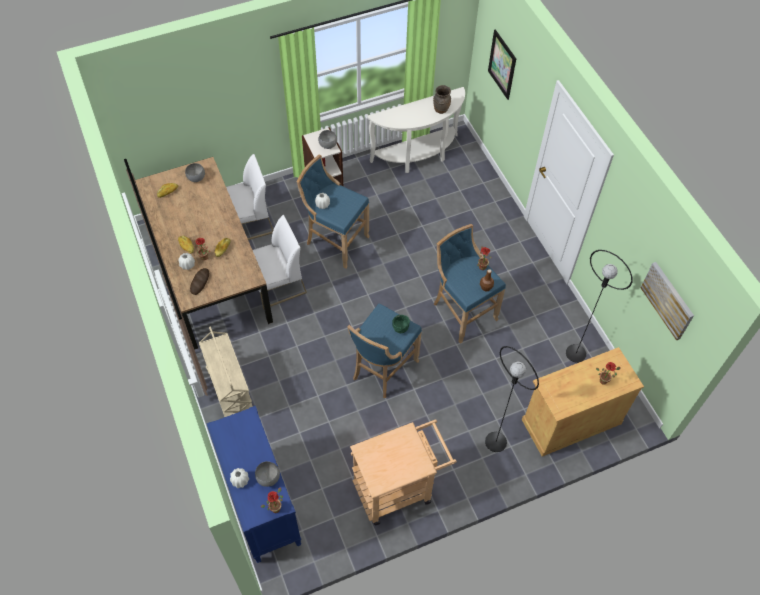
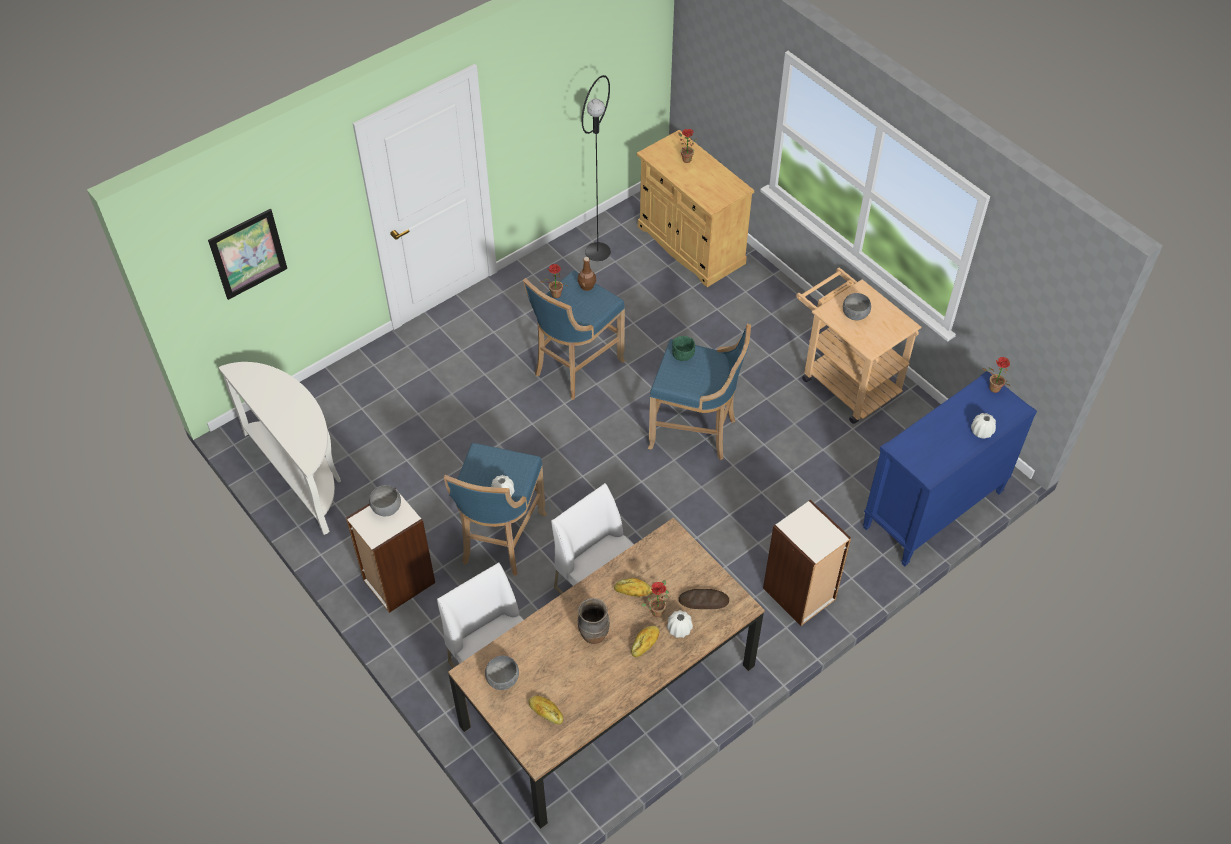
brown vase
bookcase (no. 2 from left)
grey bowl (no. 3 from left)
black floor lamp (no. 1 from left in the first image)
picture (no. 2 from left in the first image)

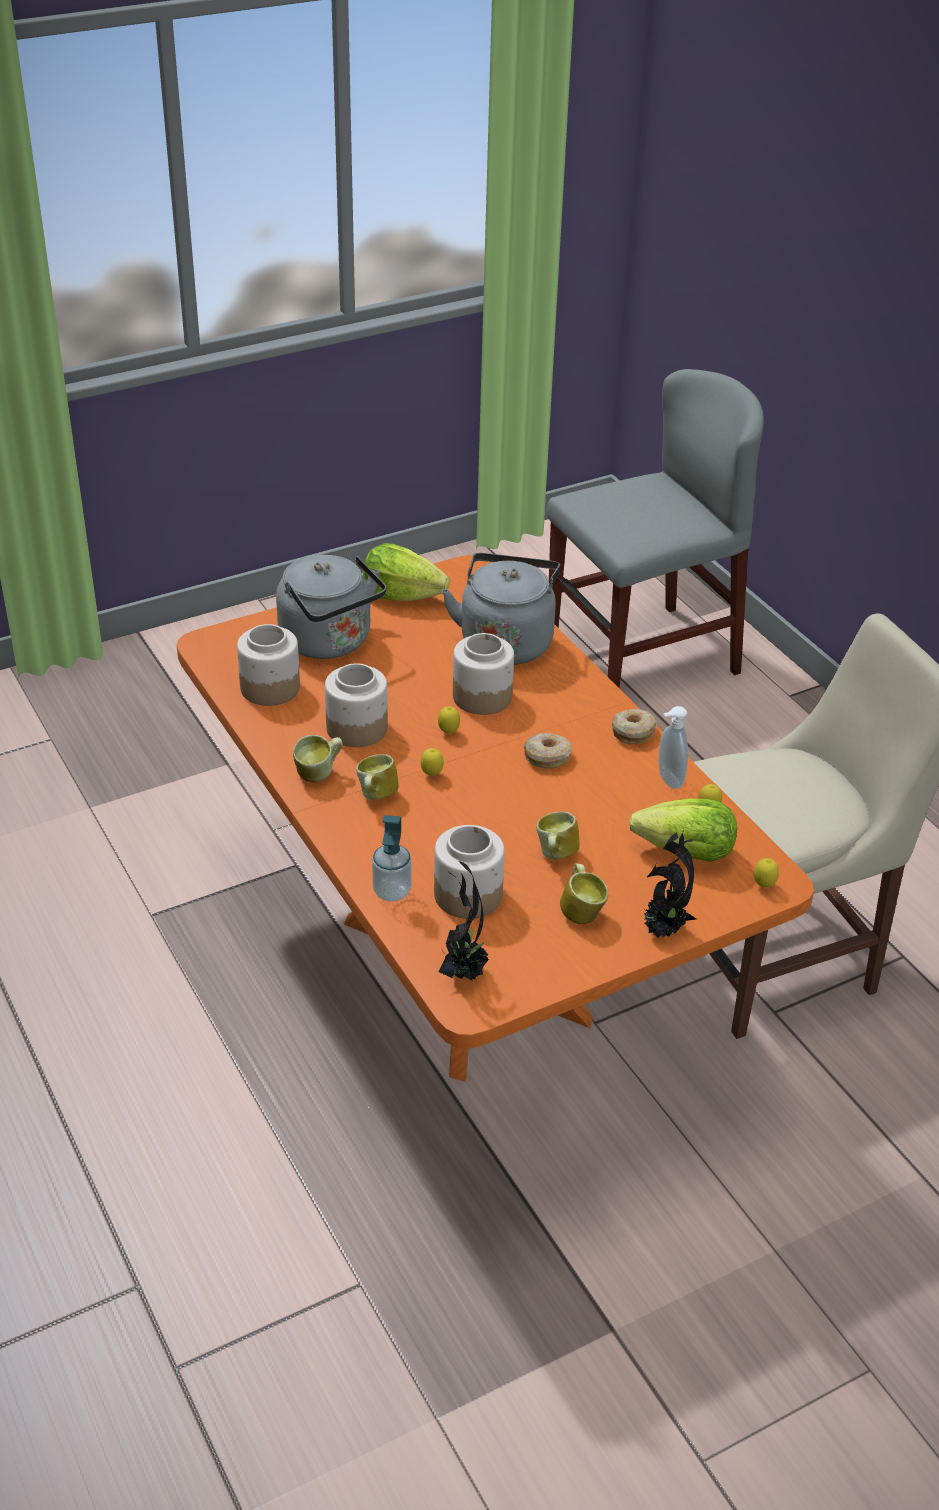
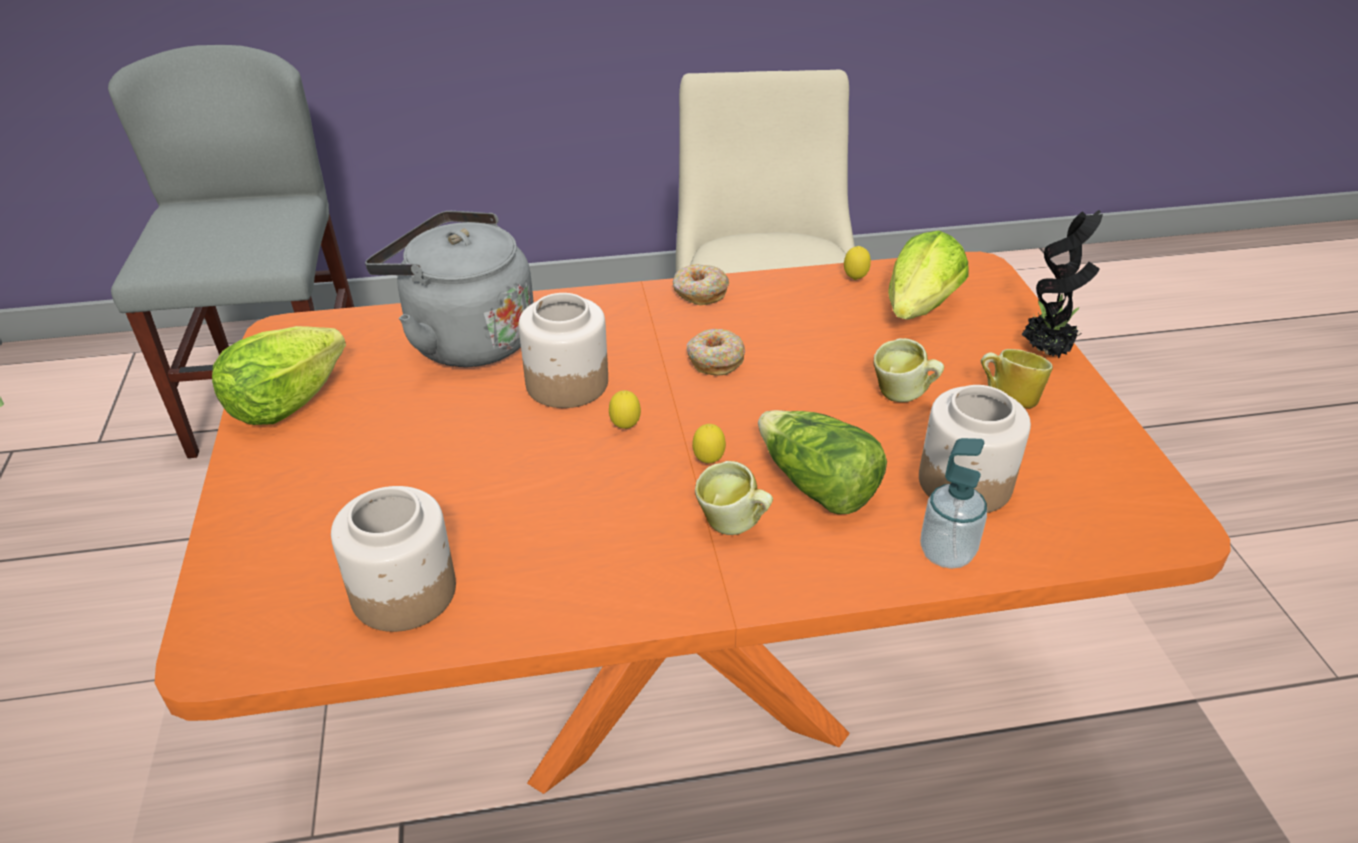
lettuce (no. 2 from left)
grey kettle (no. 1 from left in the first image)
mug (no. 1 from left in the first image)
jar (no. 2 from left in the first image)
potted plant (no. 1 from left in the first image)
soap dispenser (no. 2 from left in the first image)
lemon (no. 4 from left in the first image)

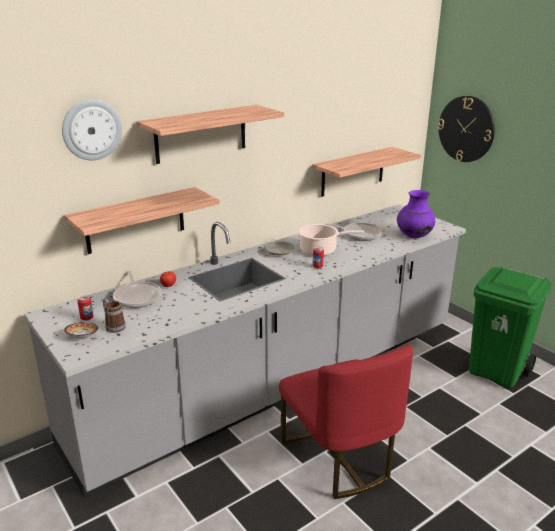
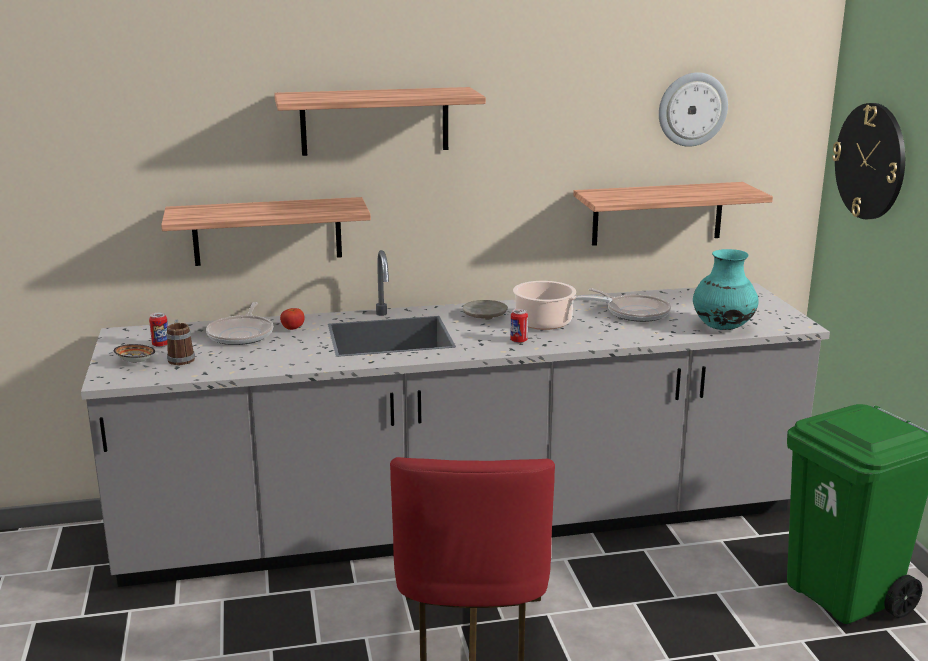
wall clock (no. 1 from left)
turquoise vase

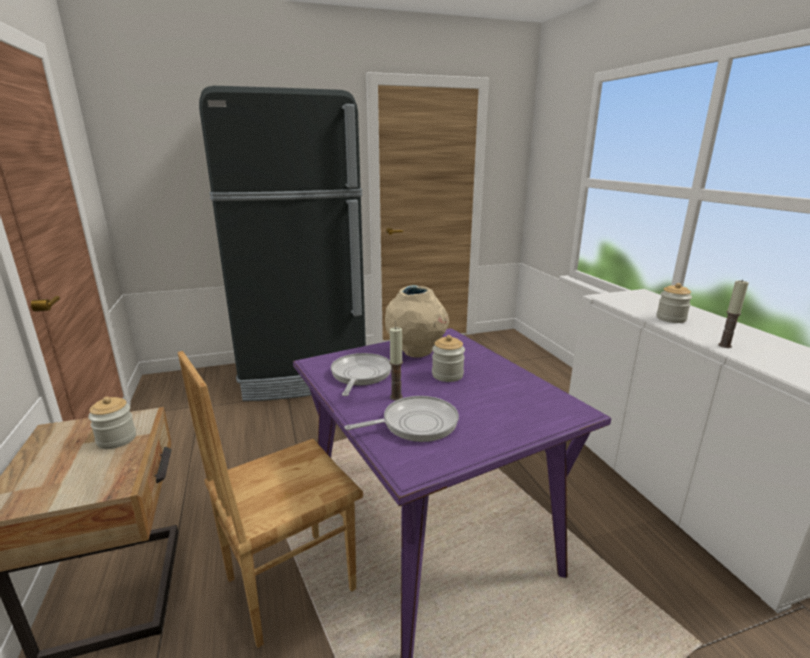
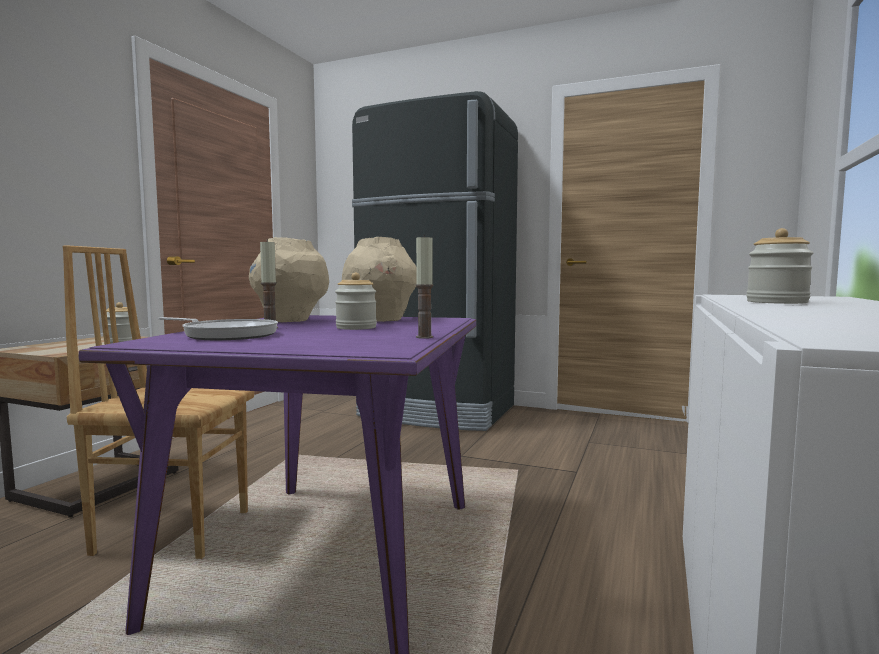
beige vase (no. 1 from left)
candle (no. 2 from left)

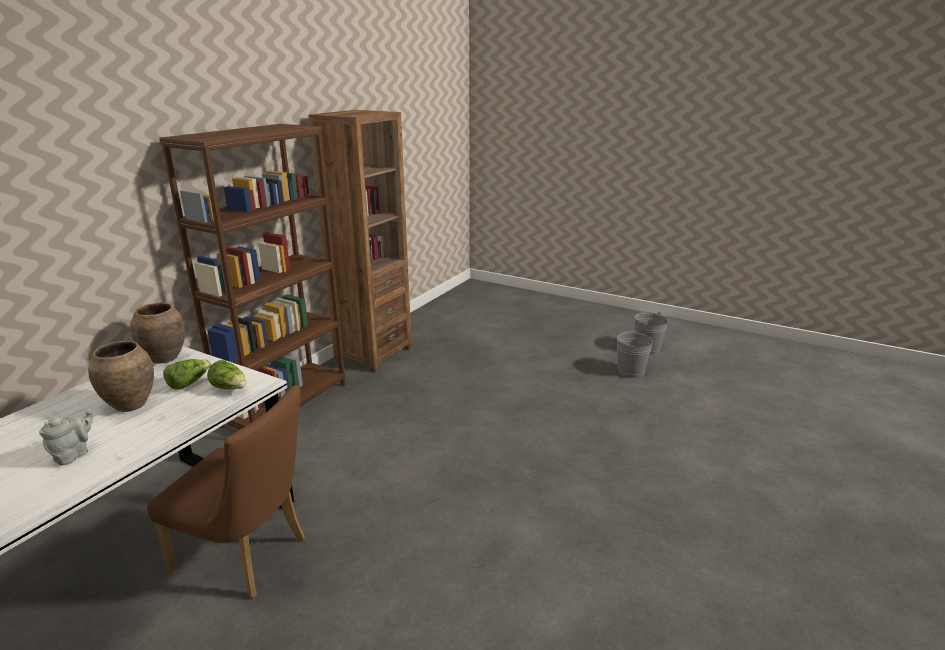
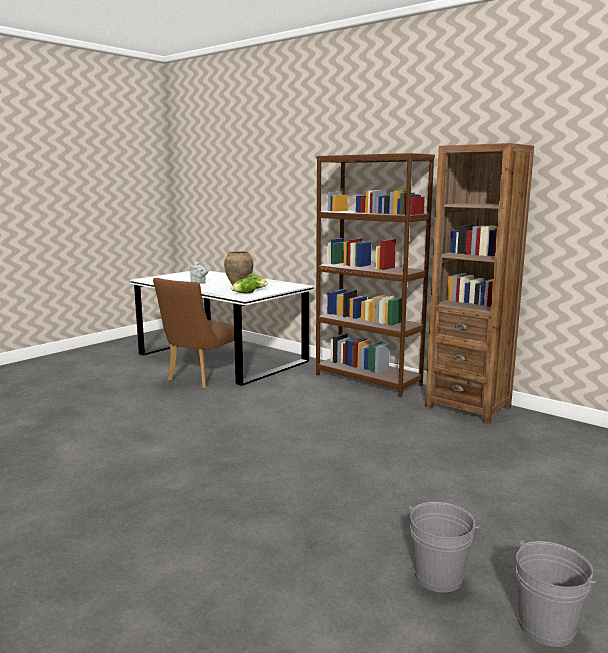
brown vase (no. 2 from left in the first image)

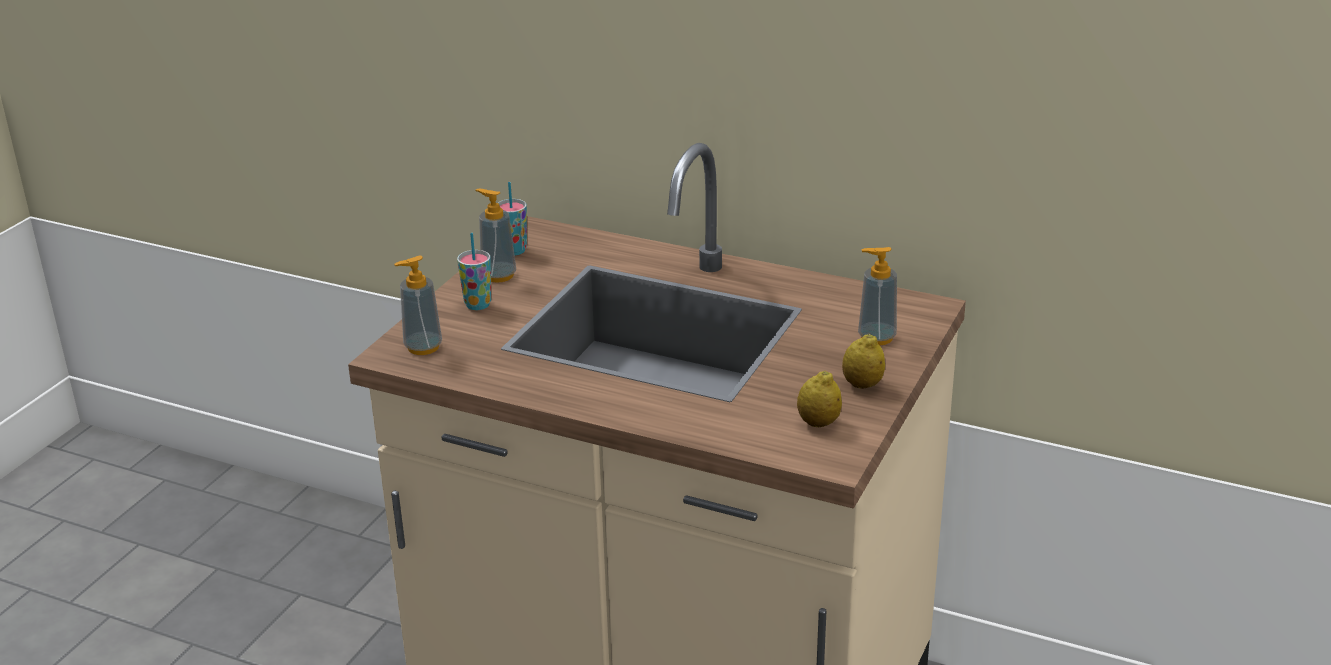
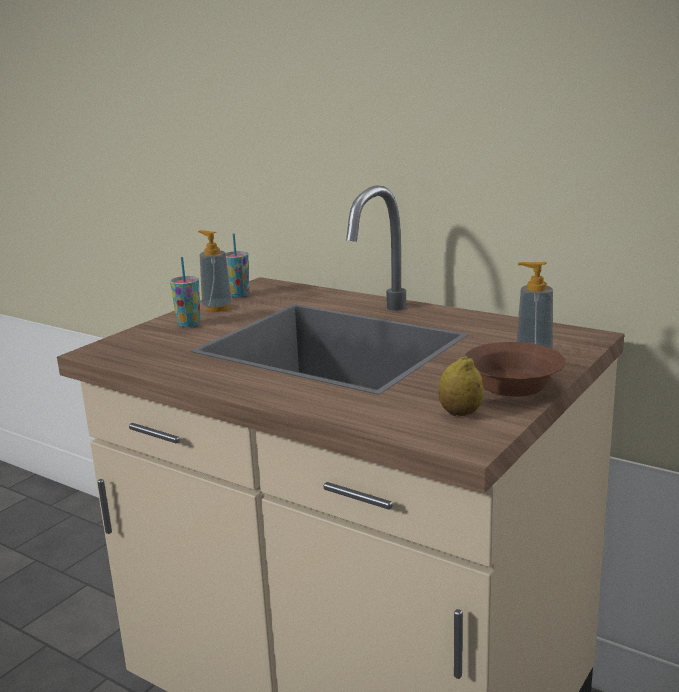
brown bowl
soap dispenser (no. 1 from left in the first image)

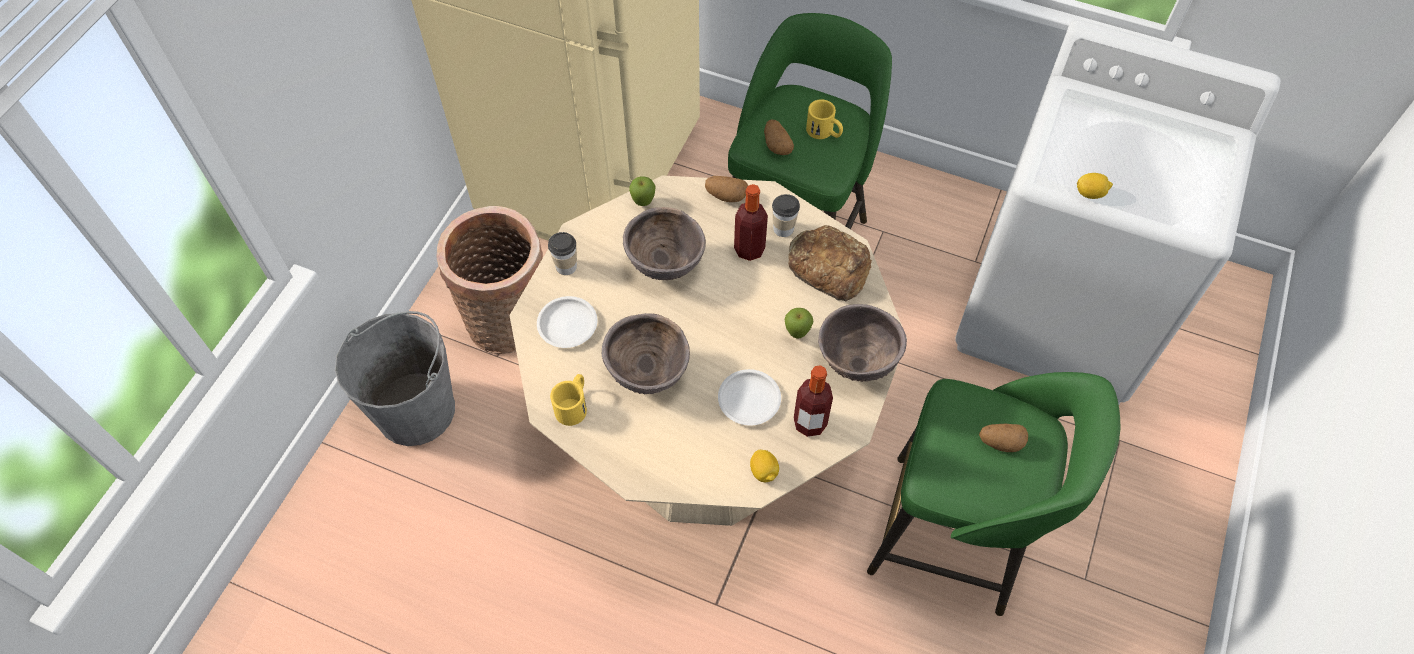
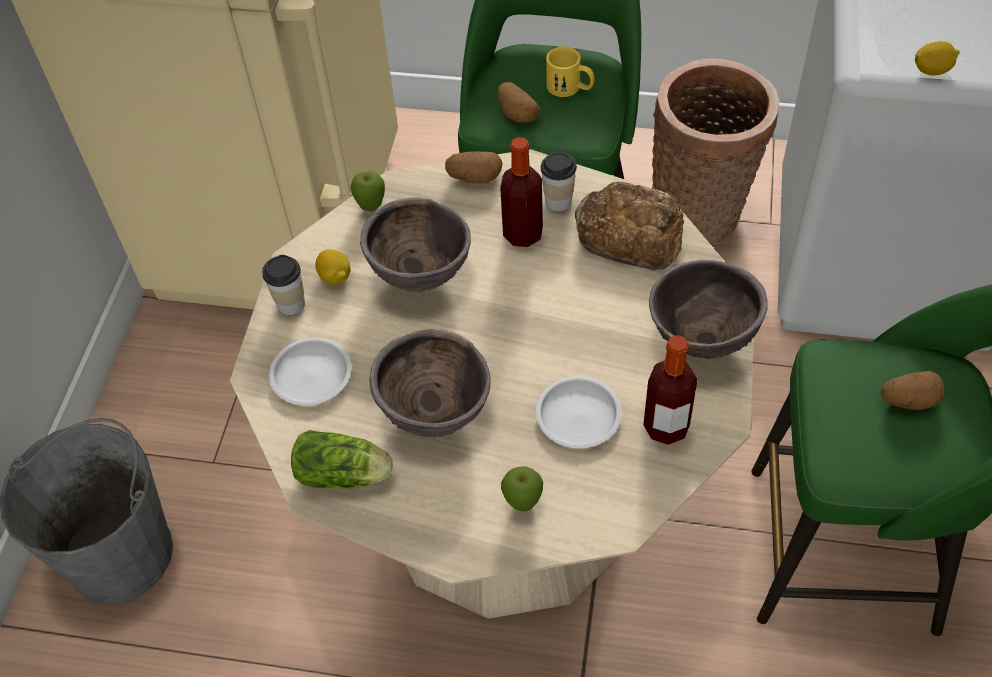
lettuce
lemon (no. 1 from left)
apple (no. 2 from left)
basket

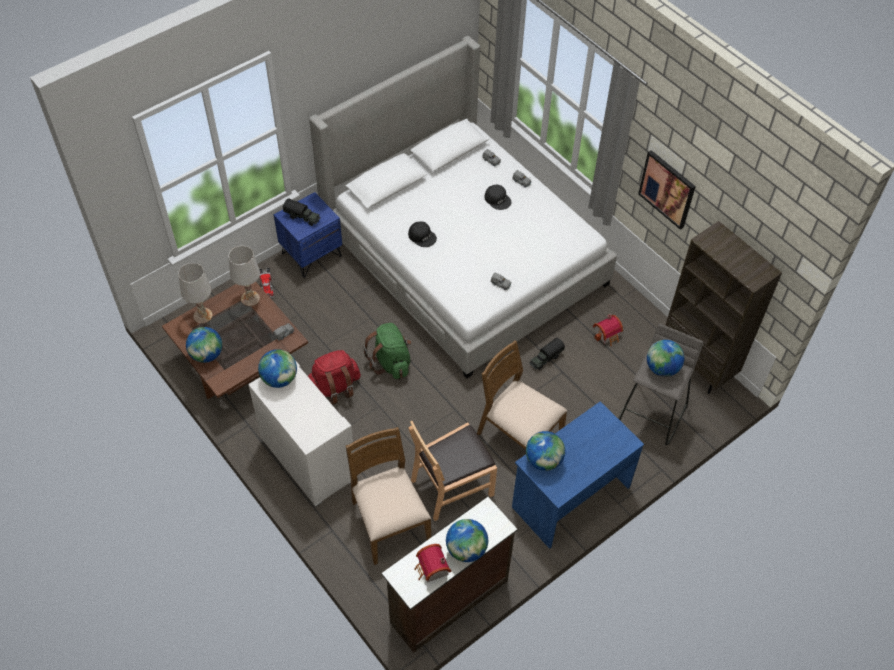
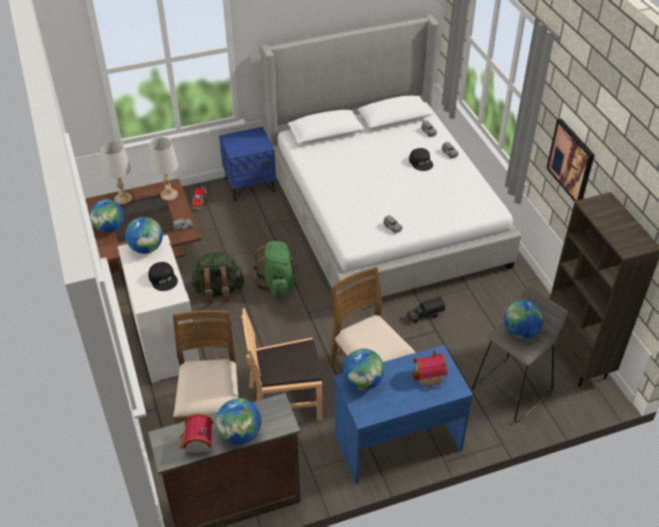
black cap (no. 1 from left)
green backpack (no. 1 from left)
toy house (no. 2 from left)
toy truck (no. 2 from left in the first image)

